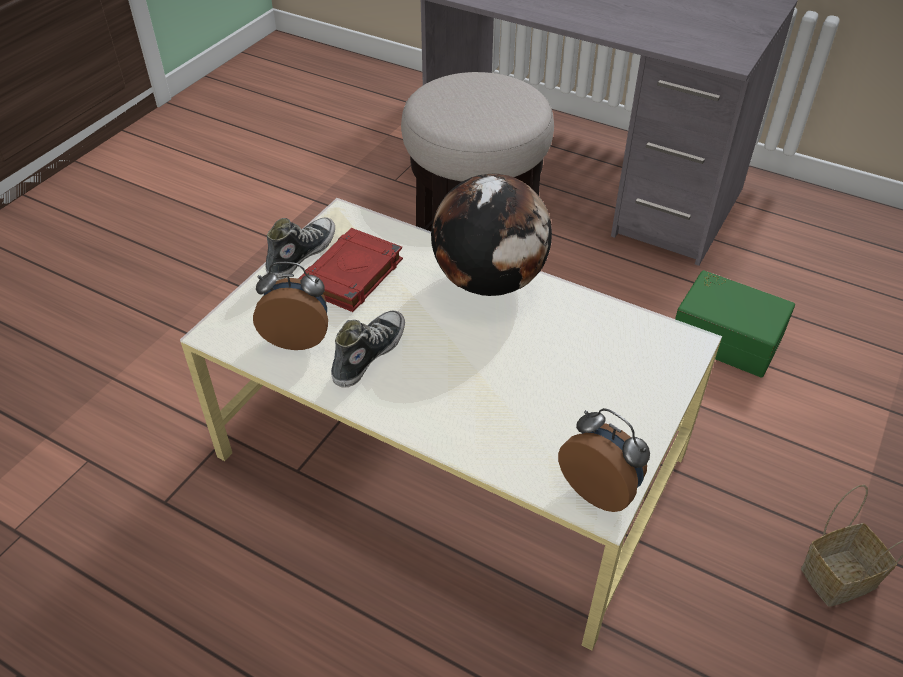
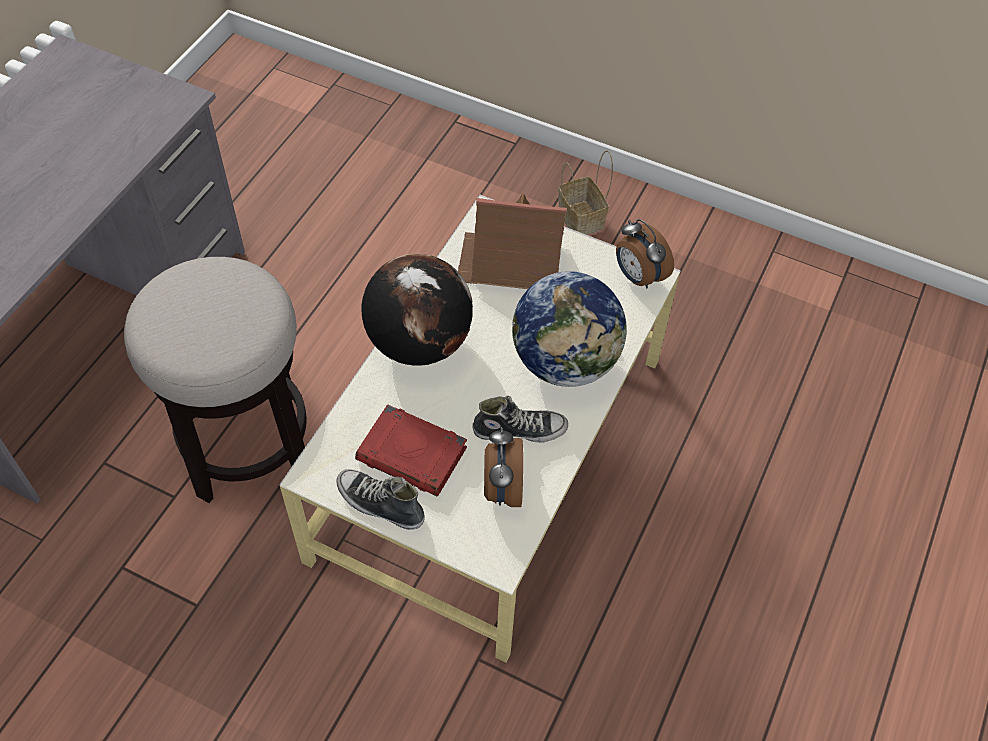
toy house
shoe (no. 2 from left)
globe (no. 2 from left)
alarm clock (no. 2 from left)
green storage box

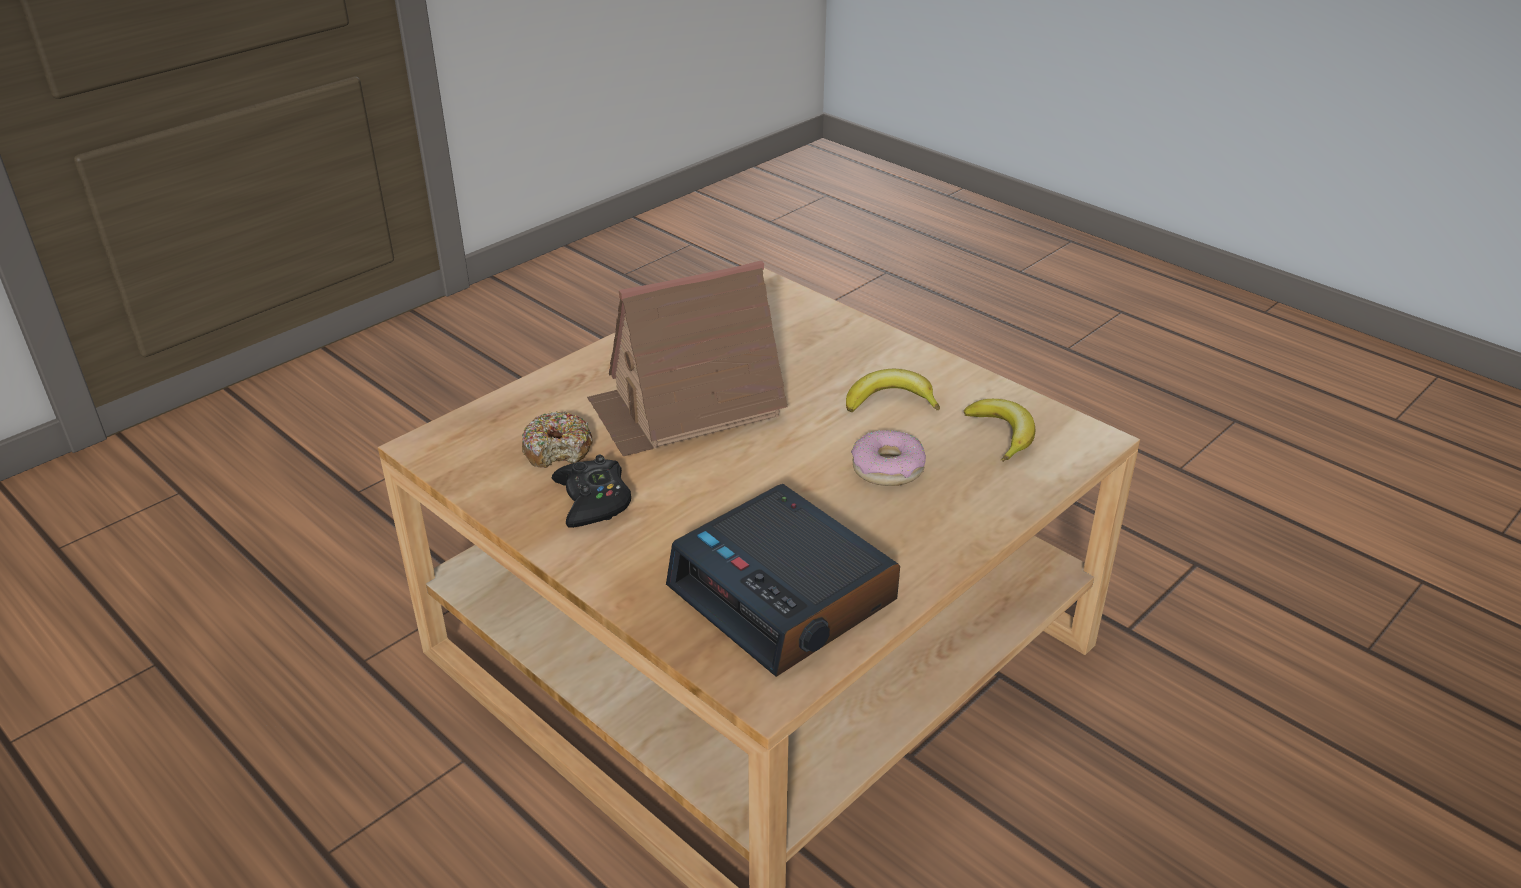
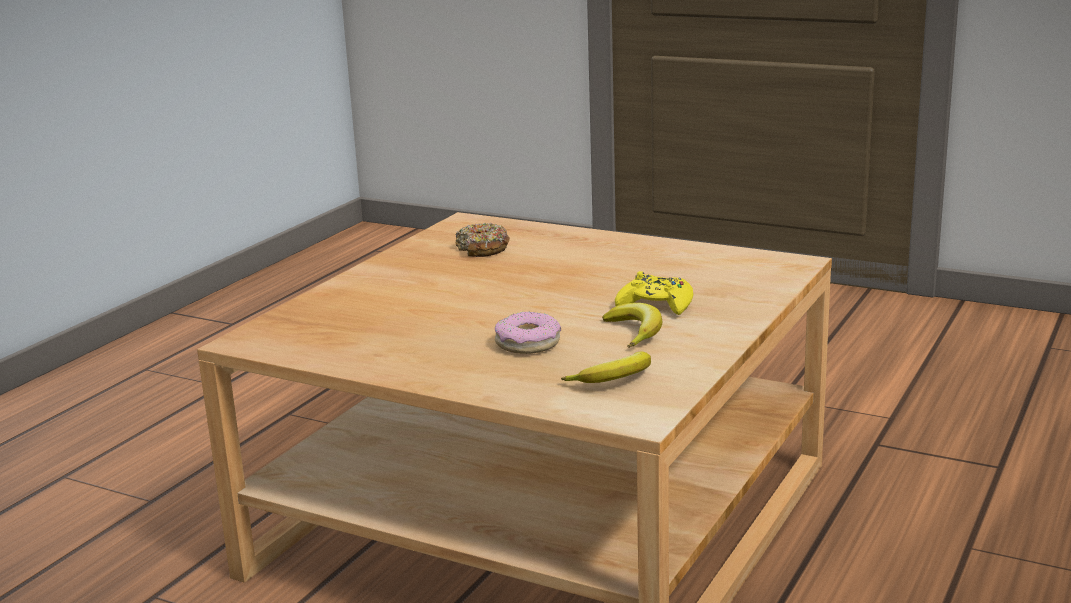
yellow game controller
black game controller
toy house
alarm clock

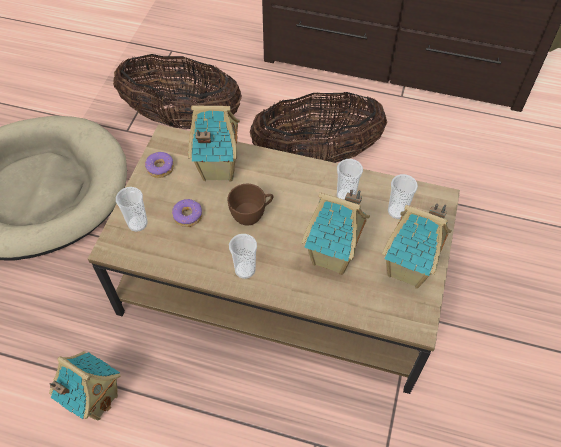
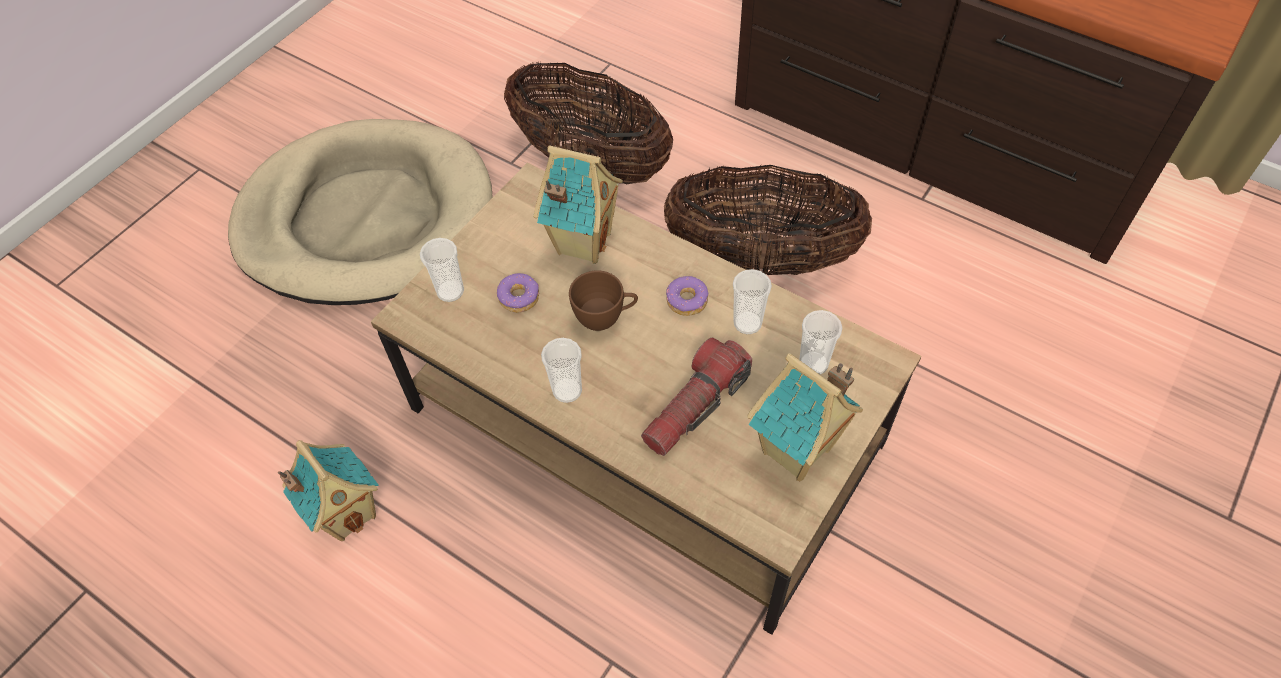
flashlight
donut (no. 2 from left)

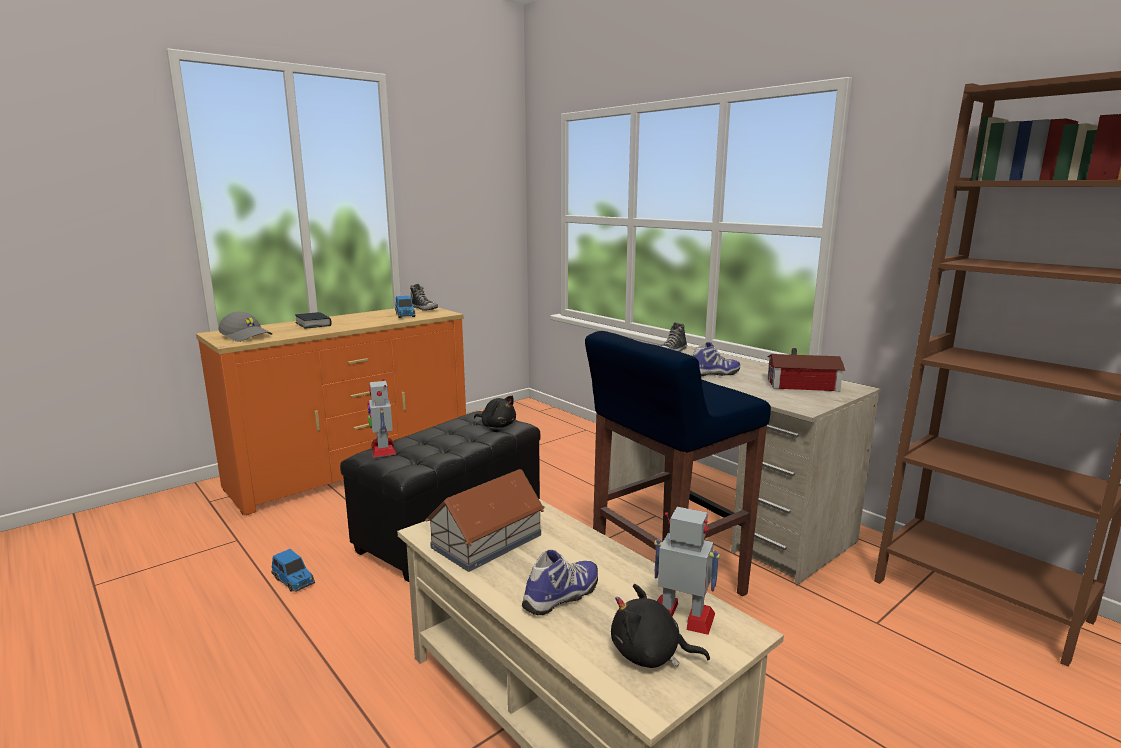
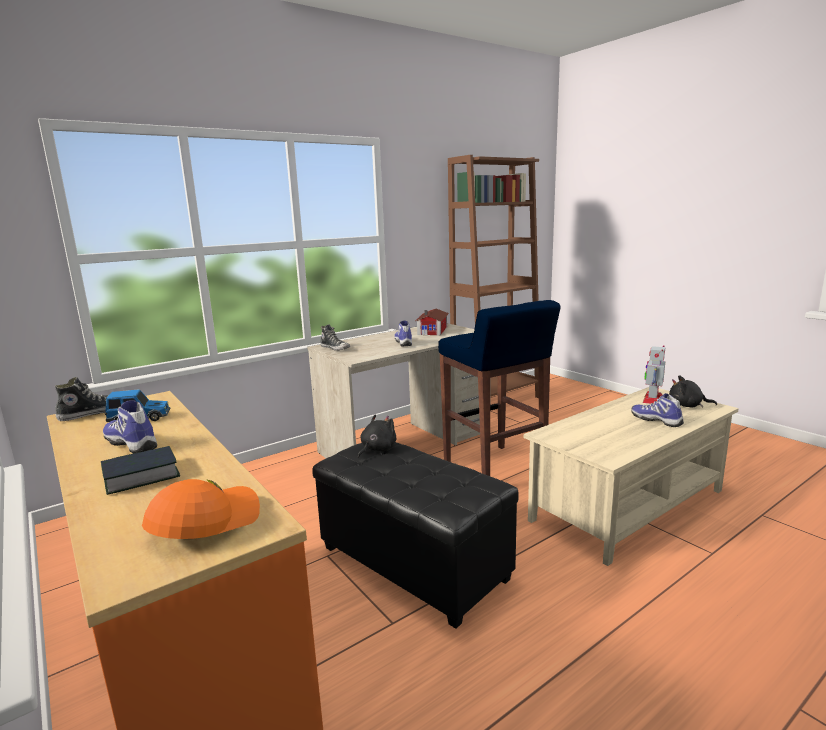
shoe (no. 2 from left)
orange cap
black plush toy (no. 2 from left)
toy car (no. 1 from left in the first image)
toy robot (no. 1 from left in the first image)
toy house (no. 1 from left in the first image)

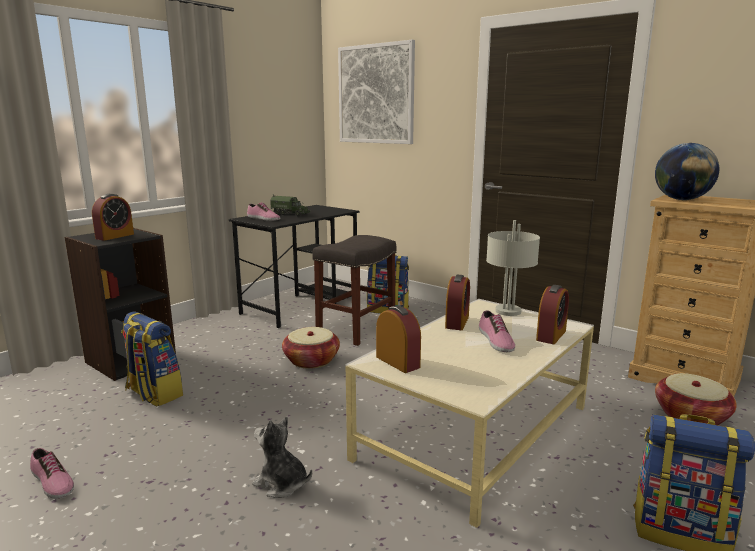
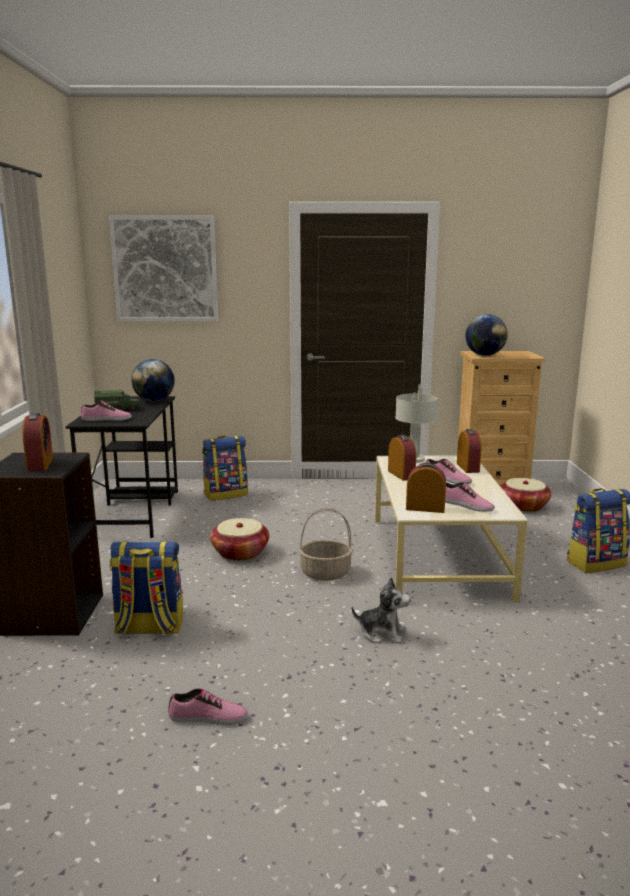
globe (no. 1 from left)
basket (no. 2 from left)
plush toy
shoe (no. 4 from left)
grey stool

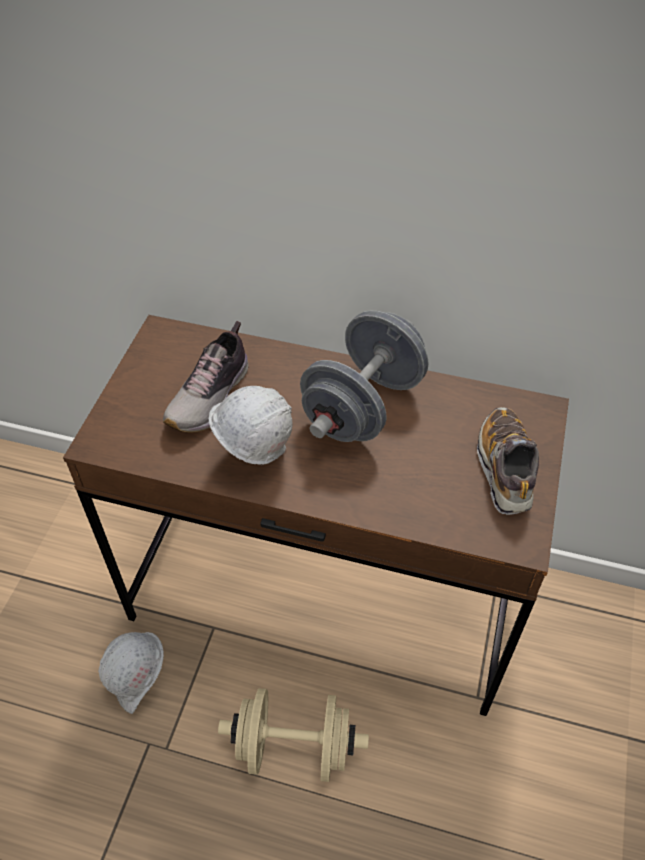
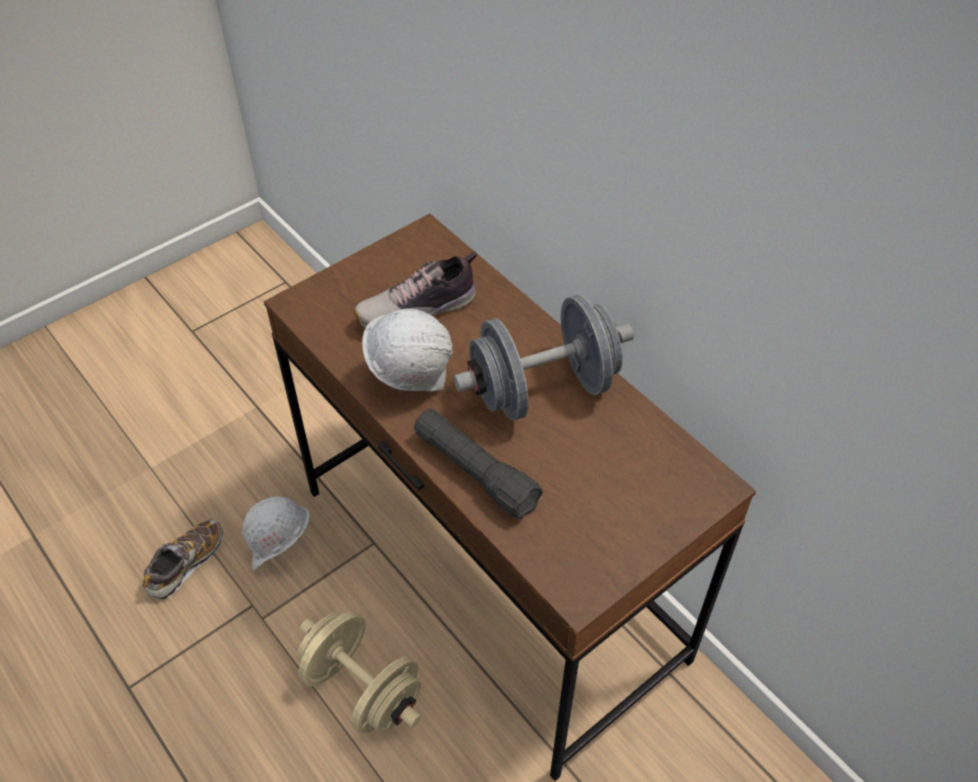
shoe (no. 1 from left)
black flashlight

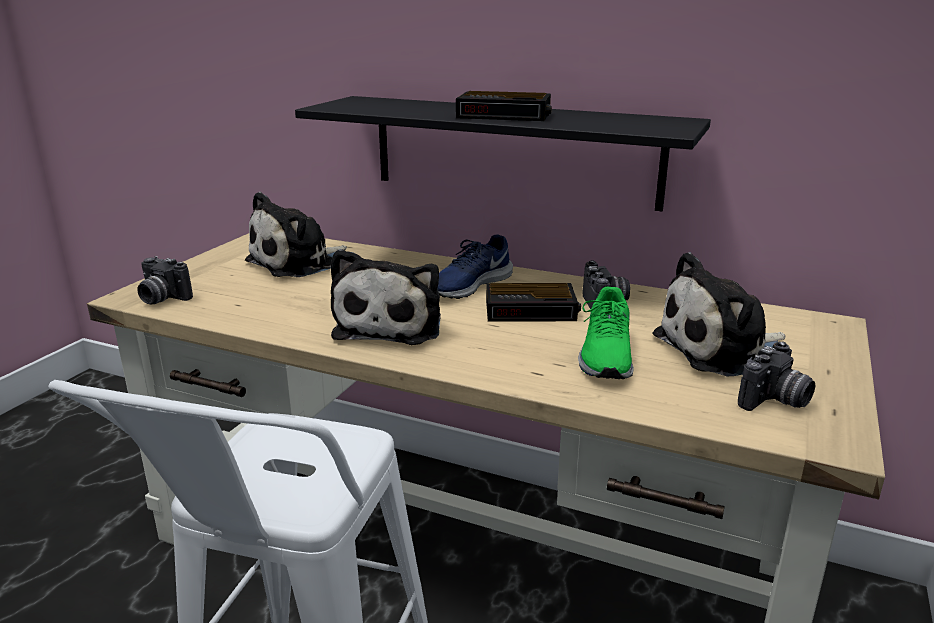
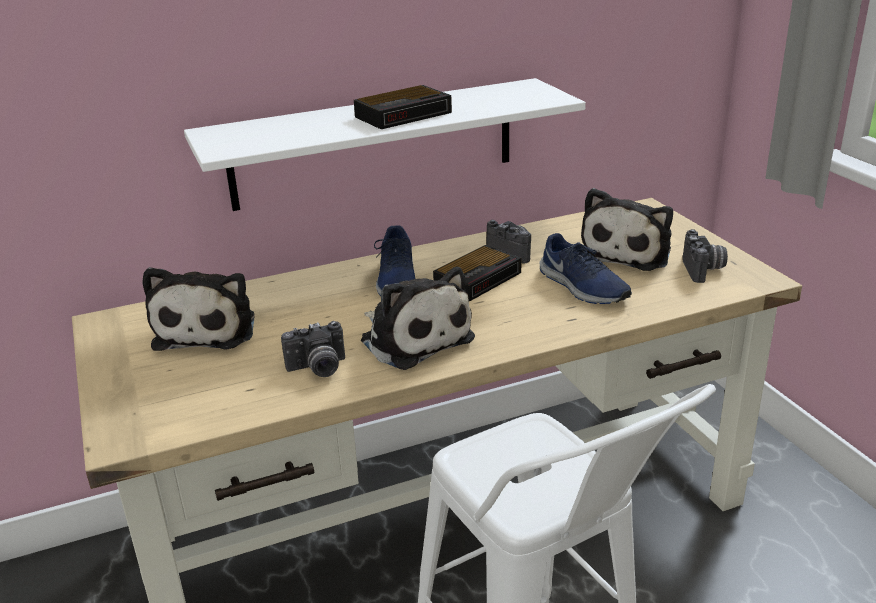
white shelf
photo camera (no. 1 from left)
blue shoe (no. 2 from left)

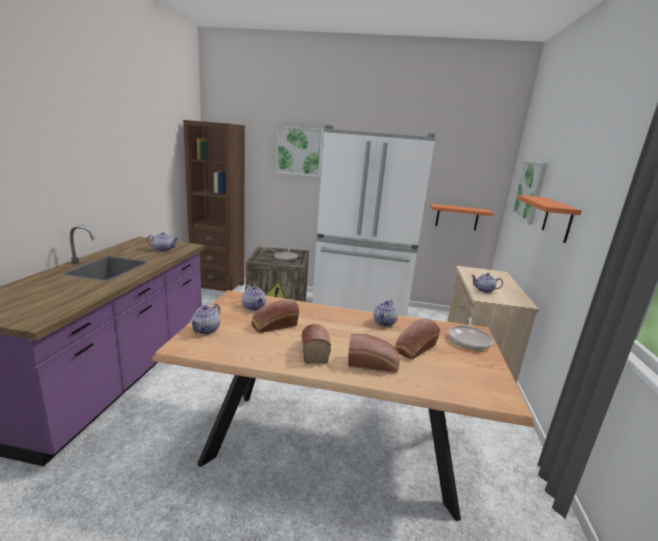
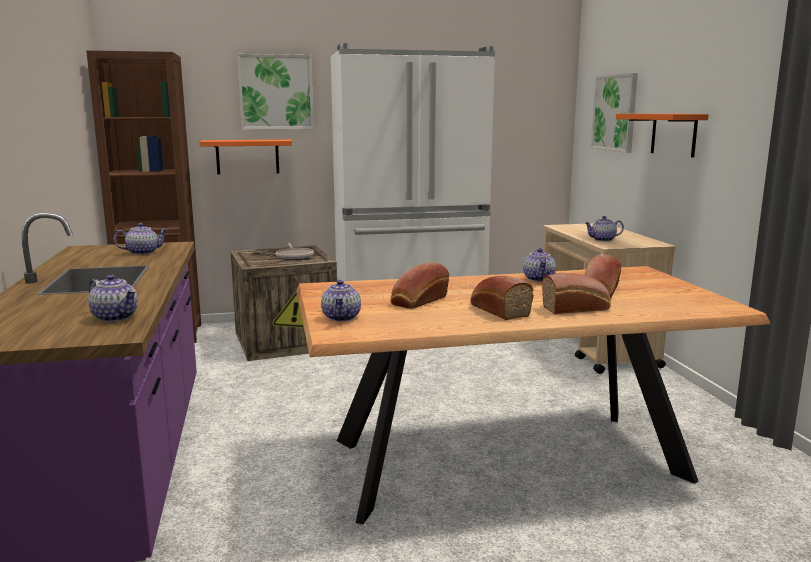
teapot (no. 1 from left)
orange shelf (no. 1 from left)
frying pan (no. 2 from left in the first image)

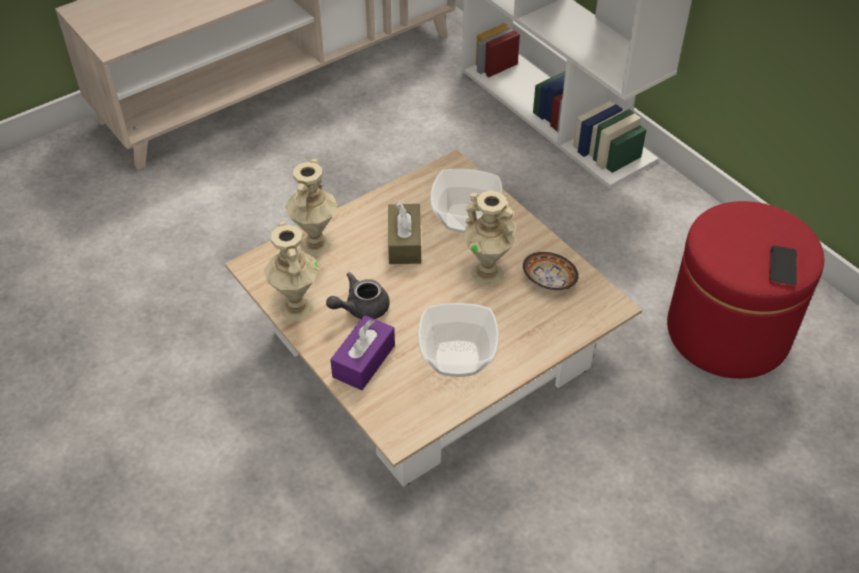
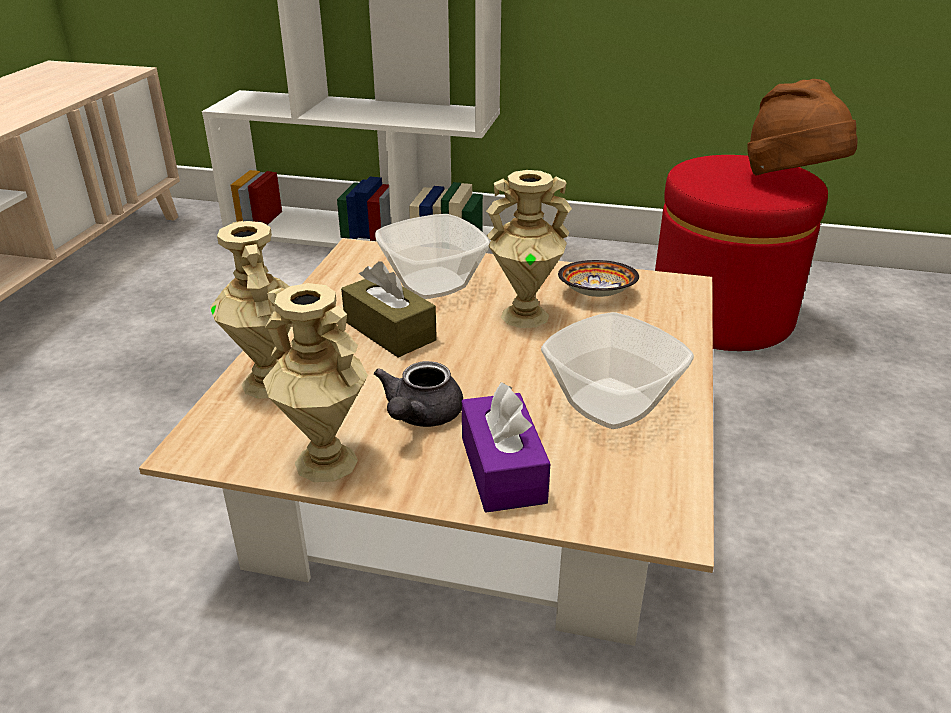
brown hat

